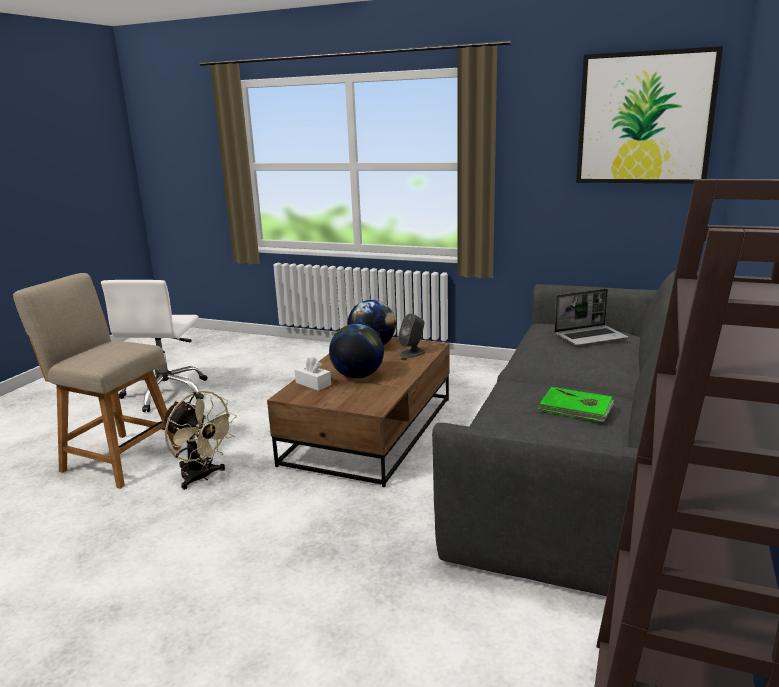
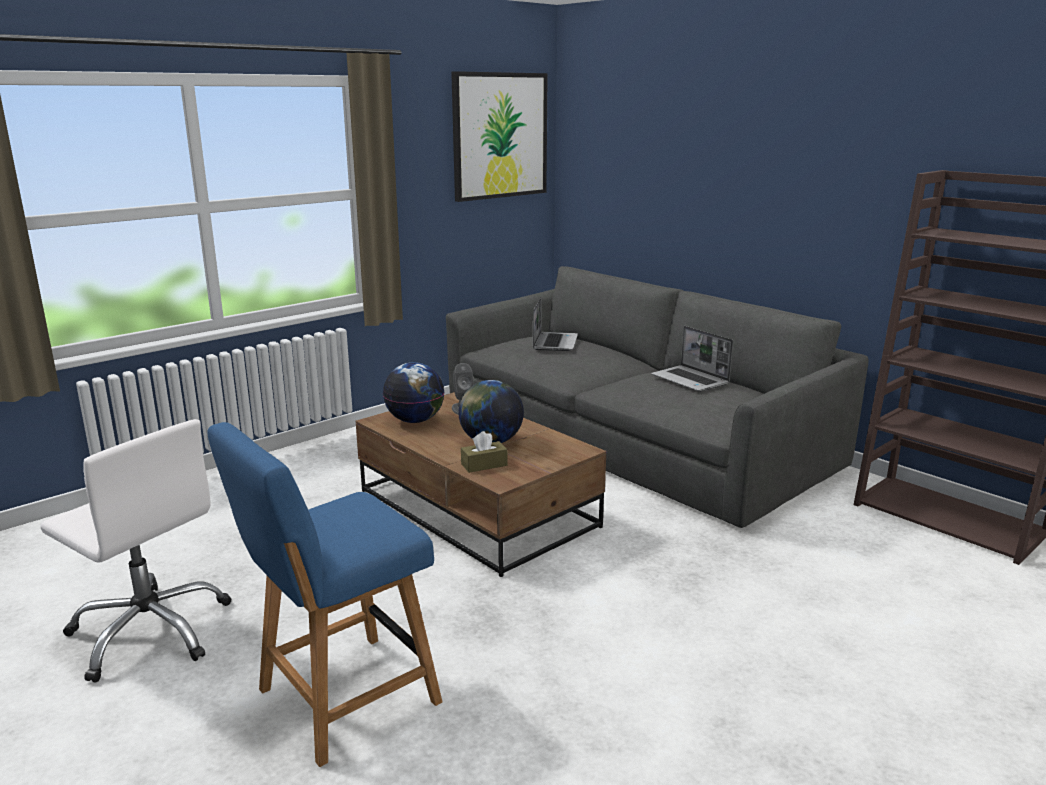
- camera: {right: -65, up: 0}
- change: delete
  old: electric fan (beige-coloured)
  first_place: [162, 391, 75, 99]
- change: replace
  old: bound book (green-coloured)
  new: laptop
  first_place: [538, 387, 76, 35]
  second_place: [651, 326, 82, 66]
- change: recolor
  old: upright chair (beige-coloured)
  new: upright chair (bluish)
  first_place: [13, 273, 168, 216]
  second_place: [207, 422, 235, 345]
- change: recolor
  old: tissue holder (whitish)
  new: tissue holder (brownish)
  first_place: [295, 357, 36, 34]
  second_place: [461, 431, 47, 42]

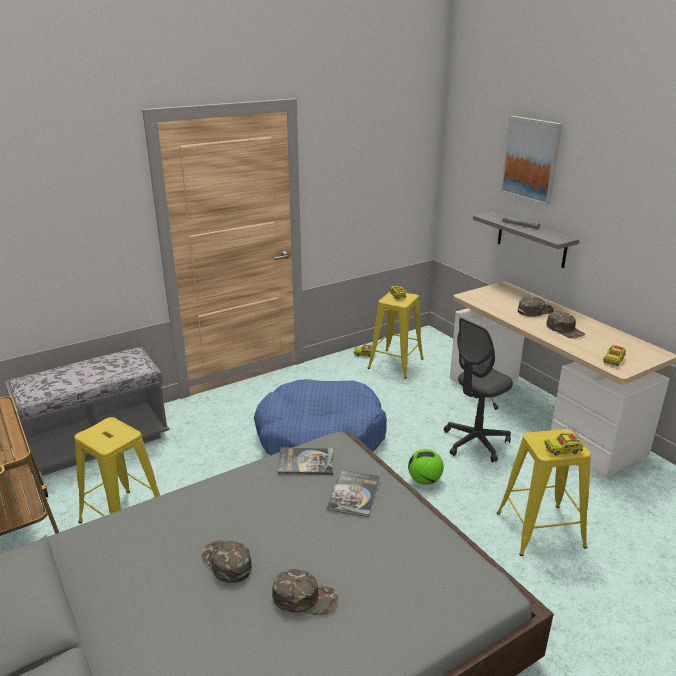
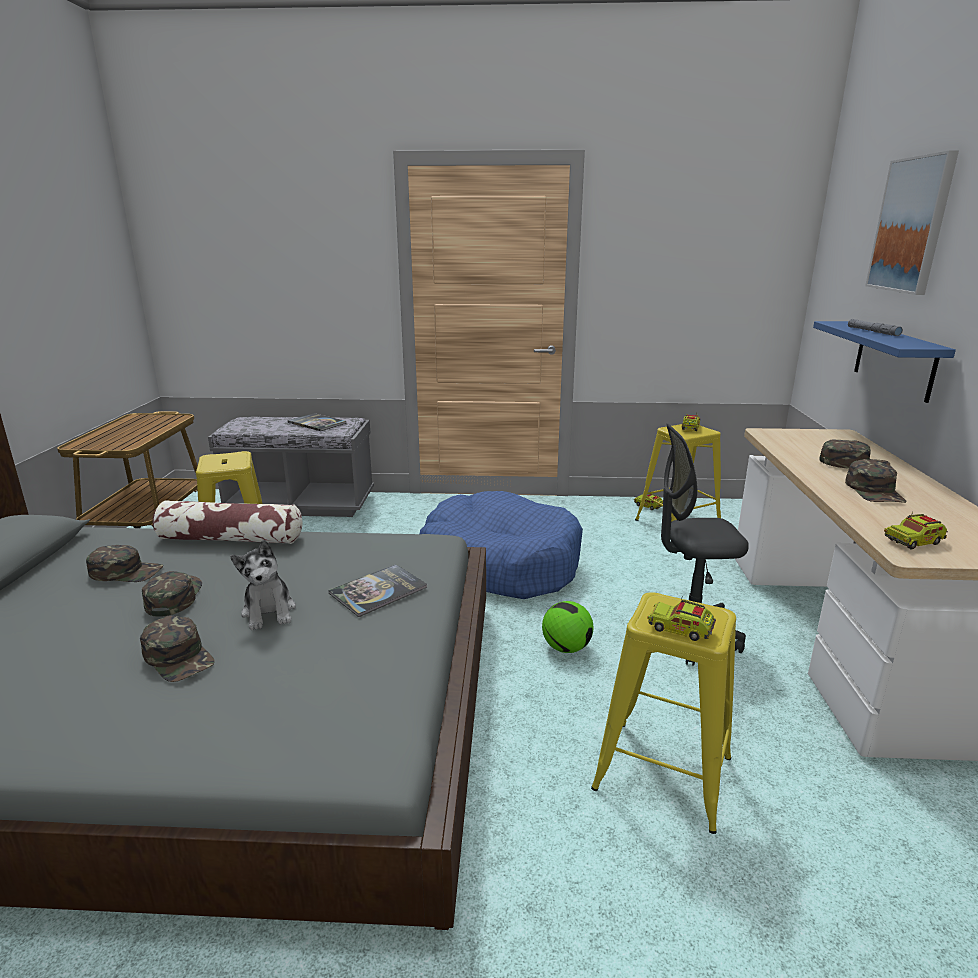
- camera: {right: 35, up: -5}
- change: insert
  new: cap (green-coloured)
  second_place: [86, 545, 77, 37]
- change: insert
  new: throw pillow
  second_place: [153, 500, 150, 44]
- change: insert
  new: cuddly toy
  second_place: [231, 540, 65, 90]
- change: move
  old: bound book
  first_place: [278, 448, 55, 27]
  second_place: [288, 413, 58, 18]
- change: recolor
  old: wall shelf (gray)
  new: wall shelf (bluish)
  first_place: [473, 212, 107, 56]
  second_place: [813, 321, 143, 82]

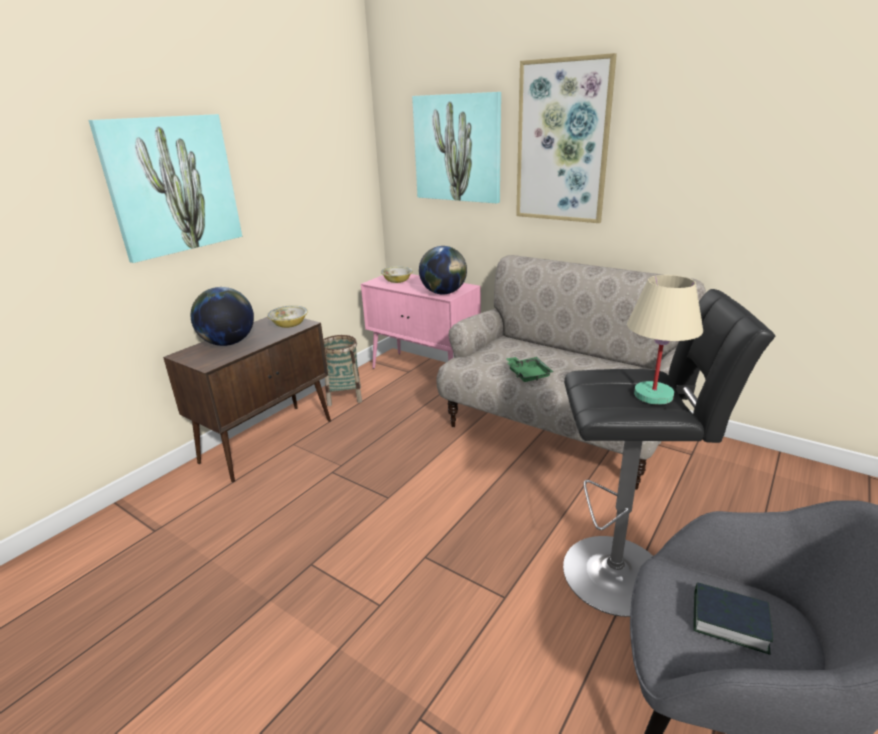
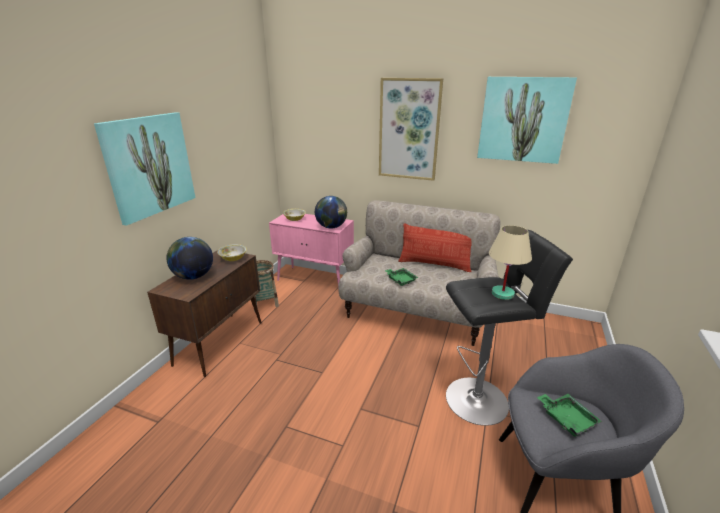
- camera: {right: -15, up: 0}
- change: insert
  new: throw pillow
  second_place: [398, 223, 74, 49]
- change: move
  old: wall art
  first_place: [412, 92, 89, 111]
  second_place: [477, 77, 100, 87]
- change: replace
  old: bound book
  new: carrying tray (green-coloured)
  first_place: [693, 582, 80, 73]
  second_place: [537, 394, 65, 43]

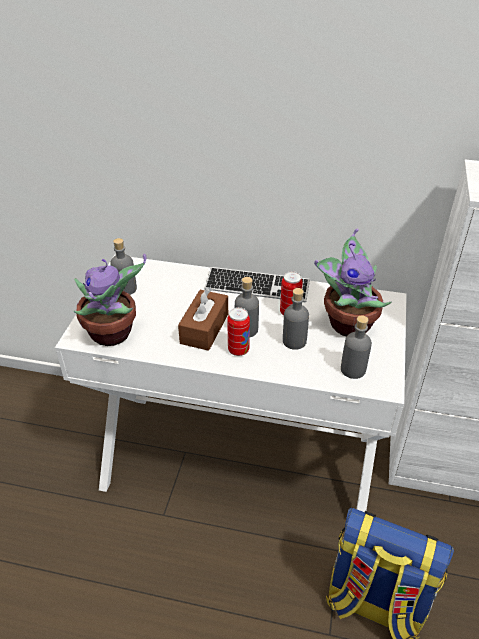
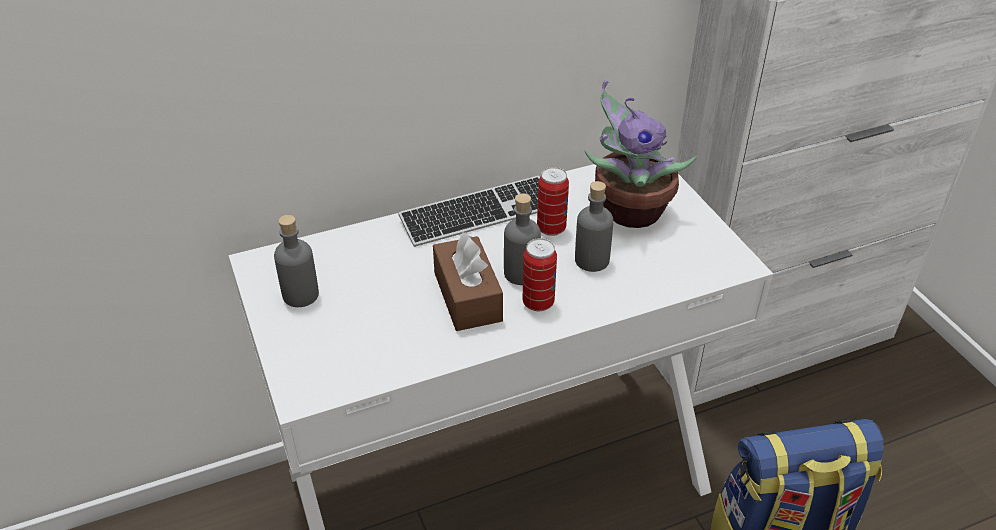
- camera: {right: -35, up: 0}
- change: delete
  old: houseplant
  first_place: [74, 254, 72, 92]
- change: delete
  old: bottle (gray)
  first_place: [341, 315, 31, 64]

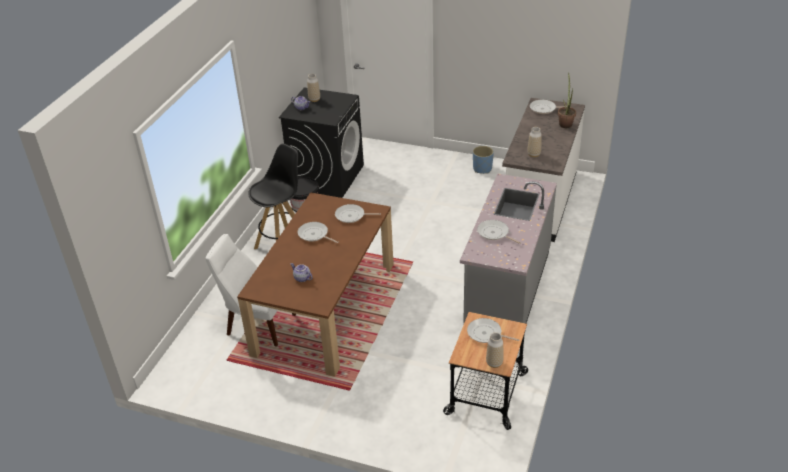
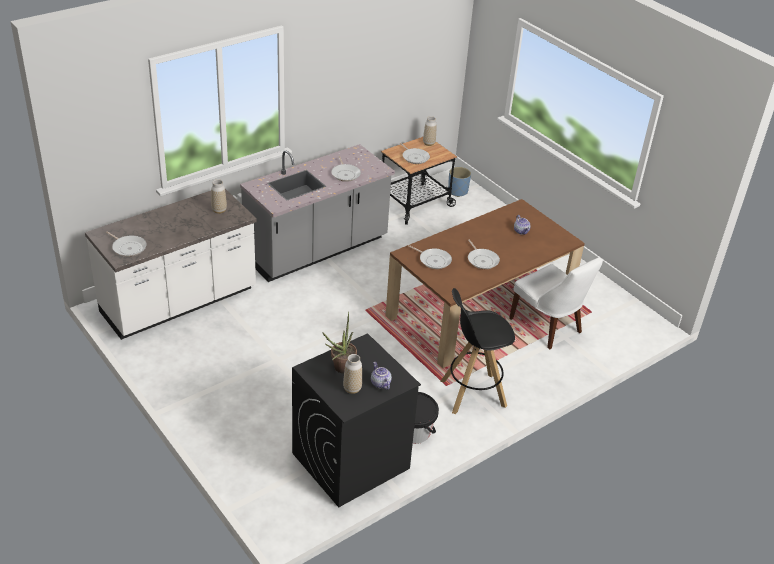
- camera: {right: -150, up: 0}
- change: move
  old: flower pot (bluish)
  first_place: [473, 146, 21, 28]
  second_place: [448, 167, 23, 30]
- change: move
  old: houseplant
  first_place: [558, 72, 18, 56]
  second_place: [323, 312, 34, 61]

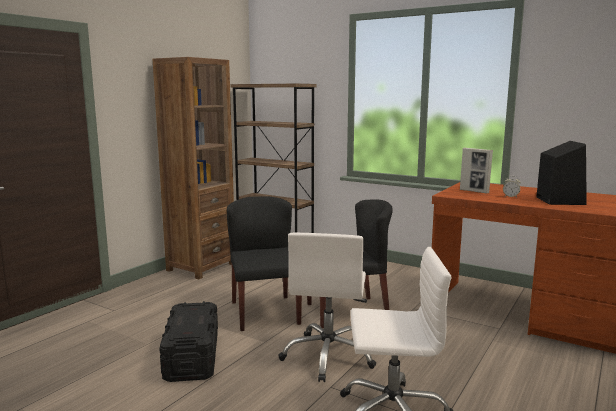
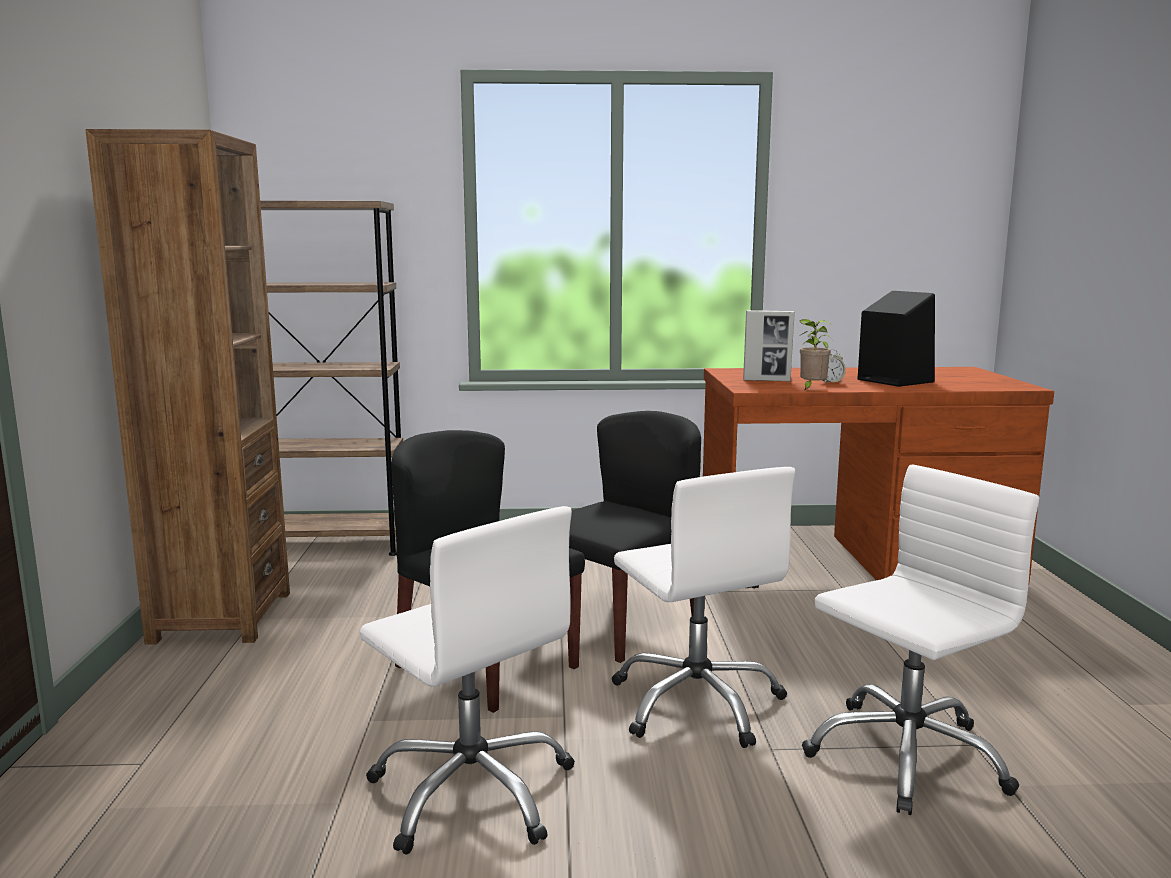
- camera: {right: -35, up: 0}
- change: insert
  new: houseplant
  second_place: [800, 319, 31, 72]
- change: replace
  old: storage box (black-coloured)
  new: desk chair (whitish)
  first_place: [159, 301, 59, 81]
  second_place: [360, 506, 215, 348]

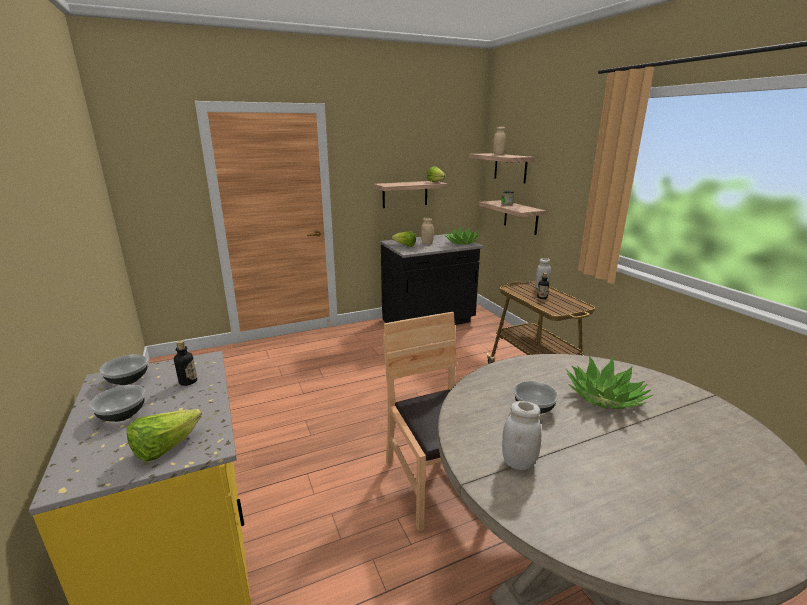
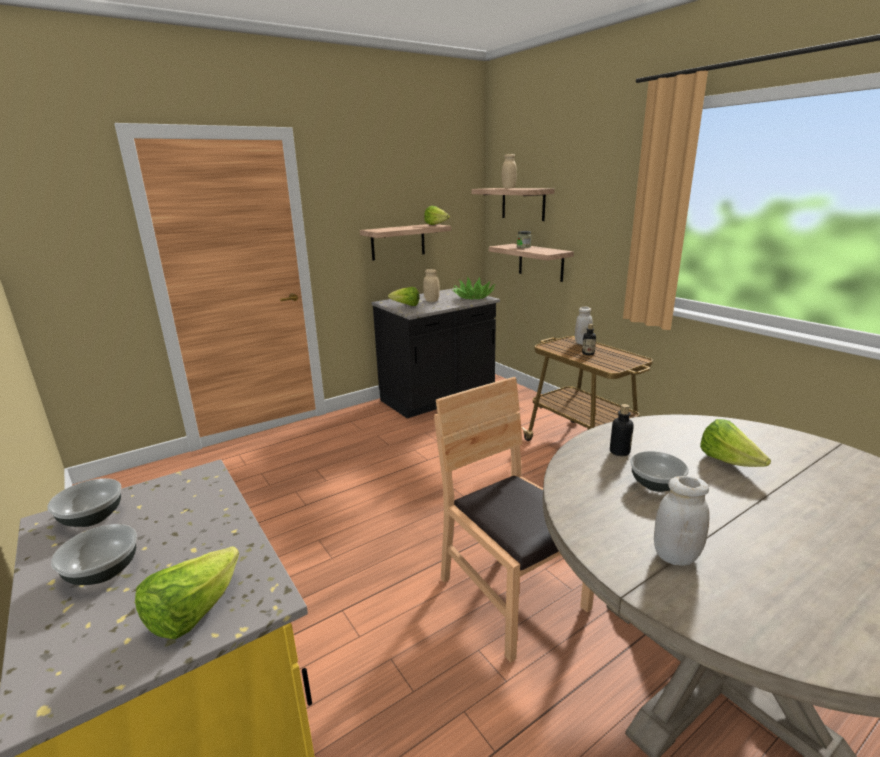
- camera: {right: -10, up: 0}
- change: move
  old: bottle
  first_place: [174, 340, 23, 46]
  second_place: [610, 404, 24, 52]
- change: replace
  old: houseplant
  new: lettuce head
  first_place: [566, 356, 87, 53]
  second_place: [700, 419, 71, 48]

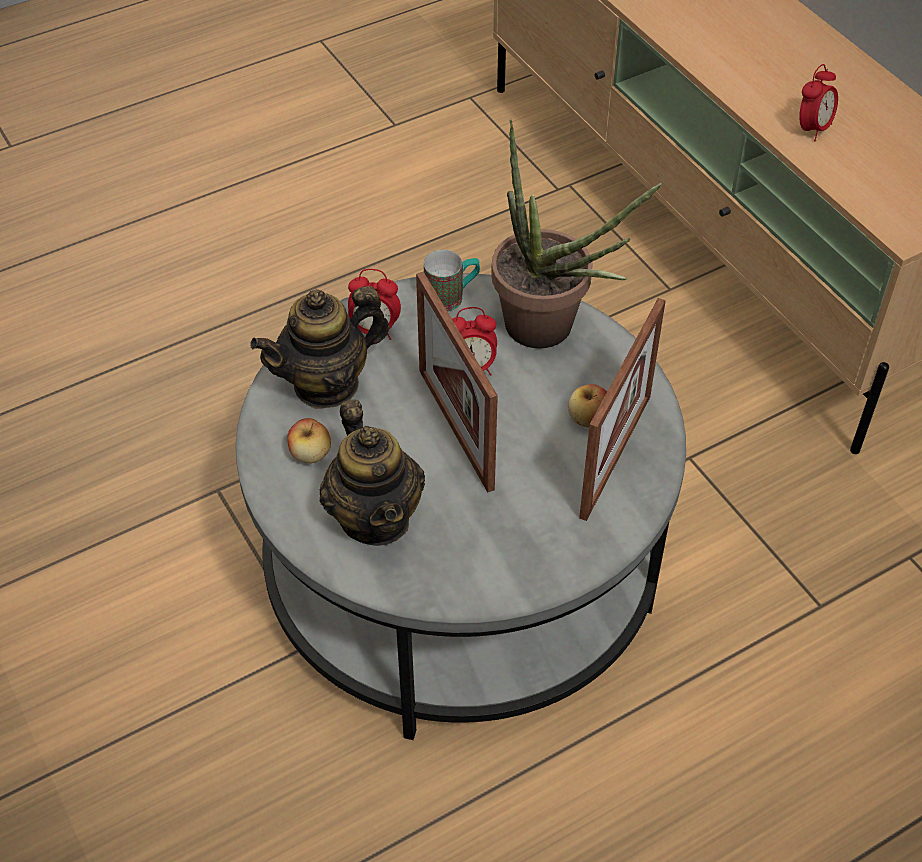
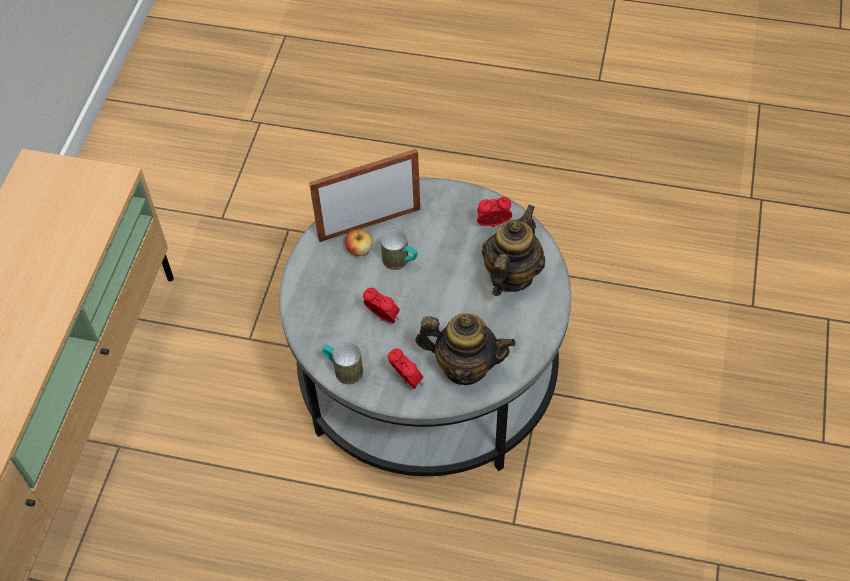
- camera: {right: -135, up: 5}
- change: delete
  old: whole apple
  first_place: [287, 418, 44, 45]
- change: delete
  old: photo frame
  first_place: [416, 272, 82, 221]
- change: delete
  old: houseplant
  first_place: [491, 119, 171, 230]
- change: insert
  new: tea mug
  second_place: [381, 229, 37, 41]
- change: move
  old: bedside clock
  first_place: [799, 64, 39, 78]
  second_place: [477, 197, 35, 30]

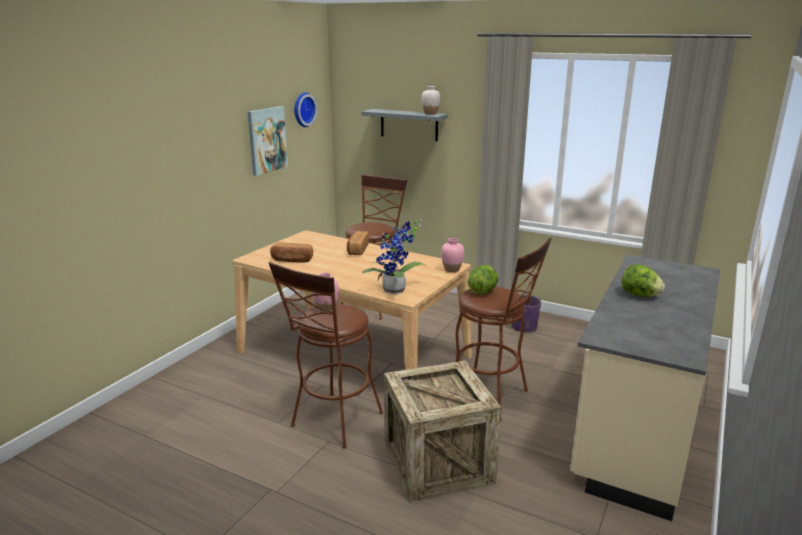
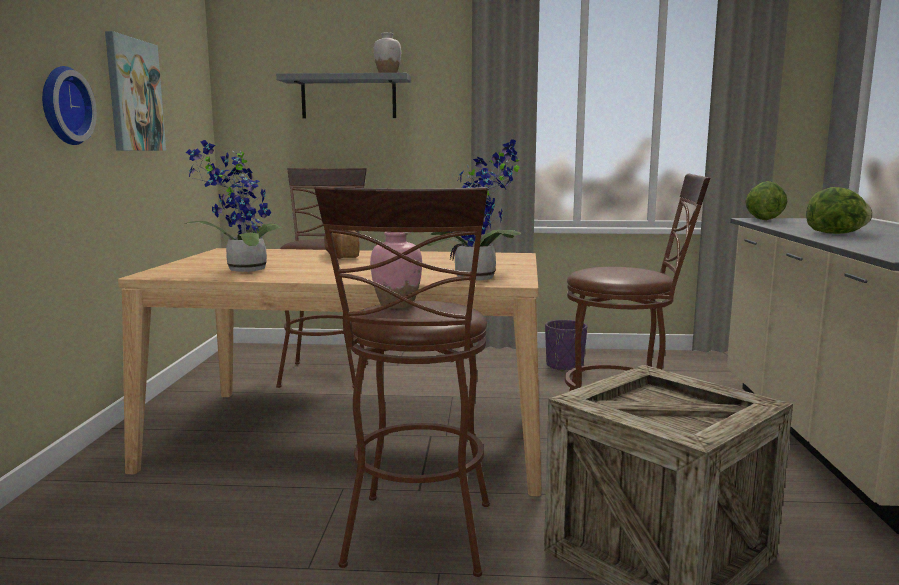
- camera: {right: -25, up: -10}
- change: delete
  old: flower vase (pinkish)
  first_place: [441, 238, 23, 35]
- change: move
  old: wall clock
  first_place: [294, 92, 23, 35]
  second_place: [42, 66, 55, 79]
- change: move
  old: lettuce head
  first_place: [468, 265, 31, 29]
  second_place: [745, 181, 43, 39]
- change: replace
  old: bread
  new: houseplant
  first_place: [270, 242, 43, 21]
  second_place: [185, 140, 98, 132]

